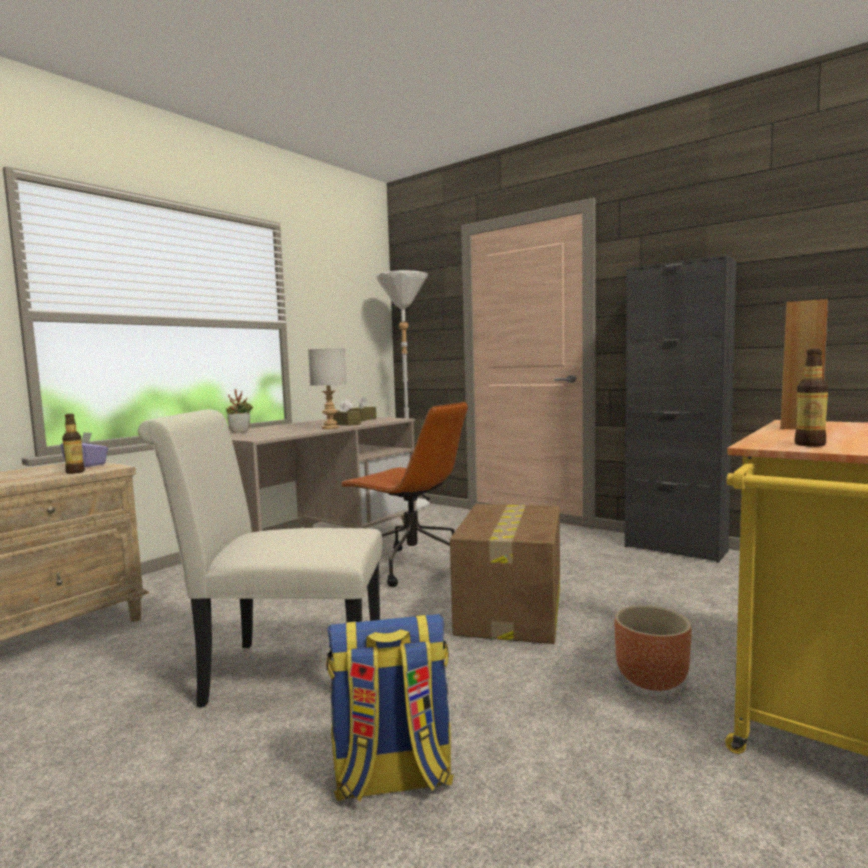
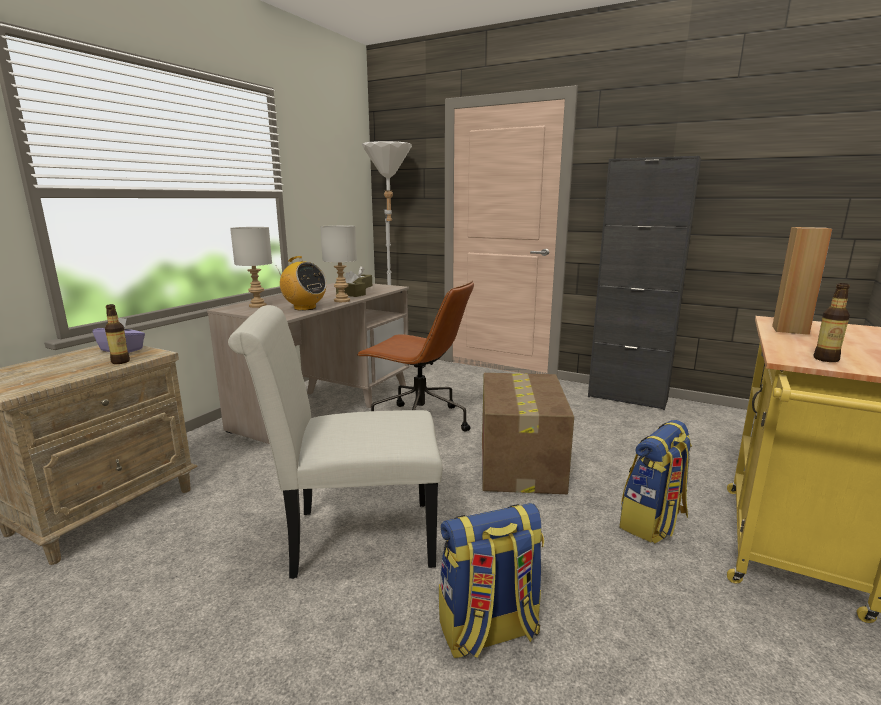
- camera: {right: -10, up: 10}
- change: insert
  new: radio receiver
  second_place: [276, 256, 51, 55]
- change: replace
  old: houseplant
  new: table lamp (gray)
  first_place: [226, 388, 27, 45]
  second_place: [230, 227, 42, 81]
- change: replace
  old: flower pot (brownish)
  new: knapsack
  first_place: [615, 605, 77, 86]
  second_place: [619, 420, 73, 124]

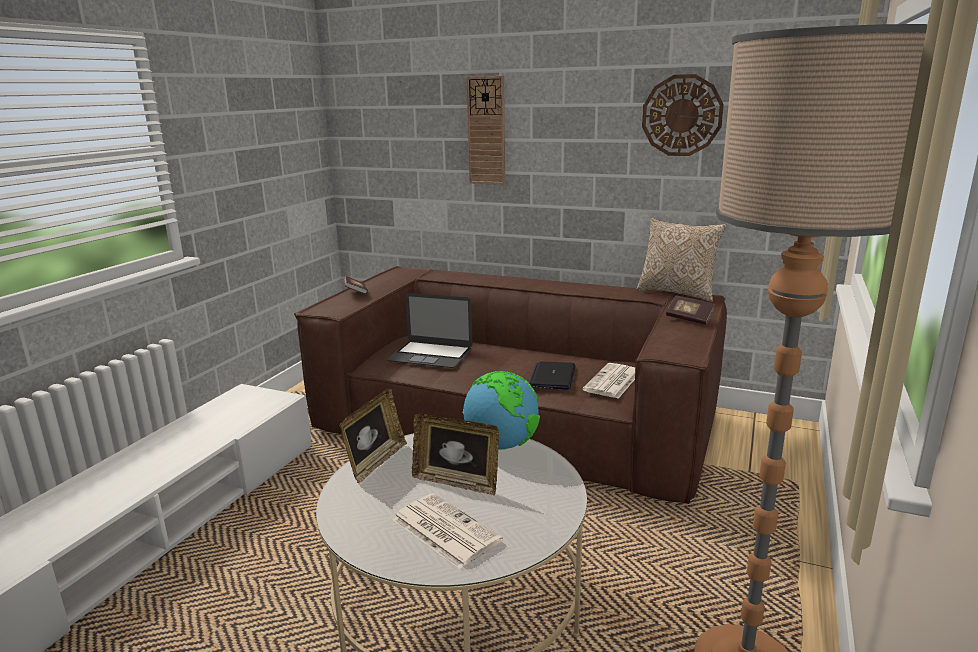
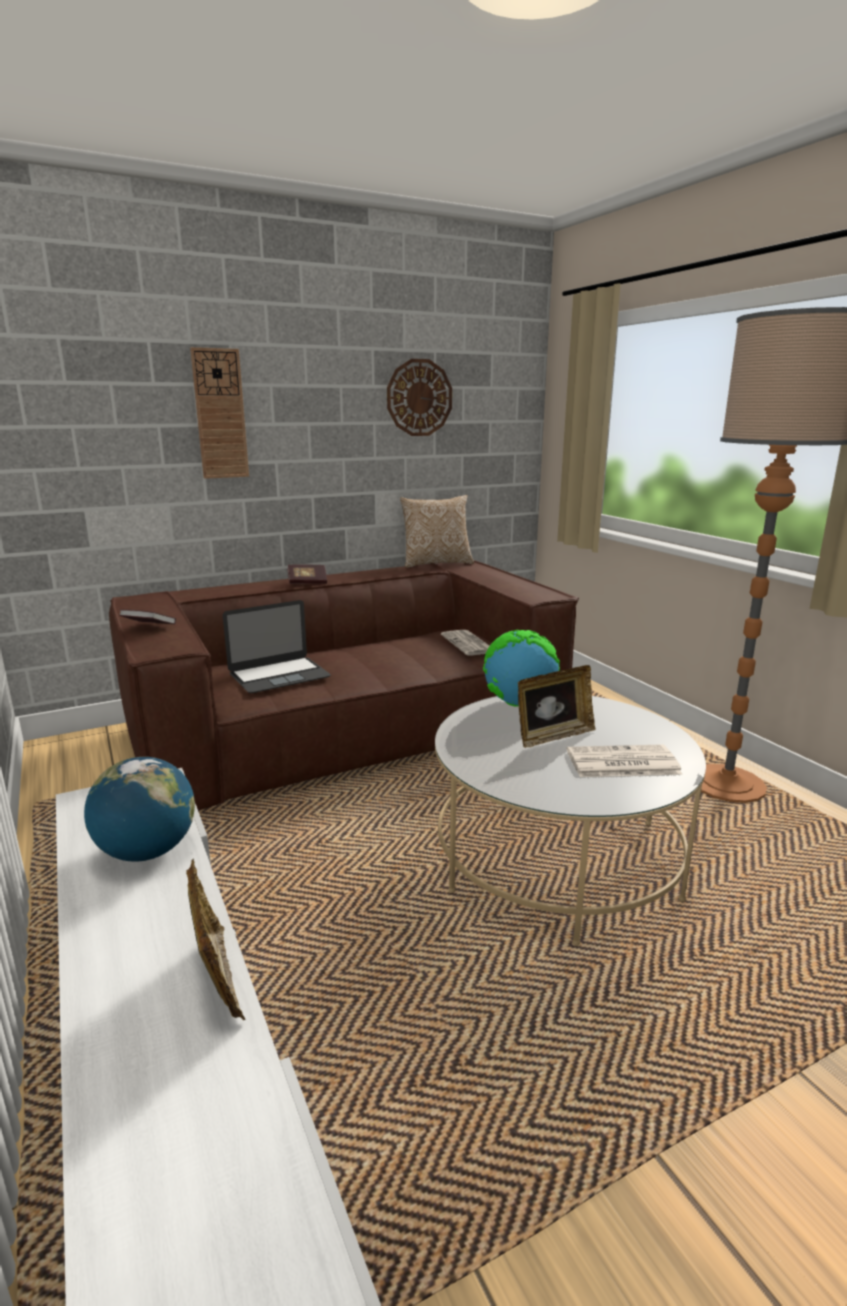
- camera: {right: -50, up: 0}
- change: delete
  old: laptop
  first_place: [529, 362, 46, 27]
- change: insert
  new: globe
  second_place: [84, 757, 111, 105]
- change: move
  old: photo frame
  first_place: [340, 388, 67, 95]
  second_place: [186, 859, 60, 161]
- change: move
  old: bound book
  first_place: [666, 296, 49, 29]
  second_place: [287, 565, 40, 19]

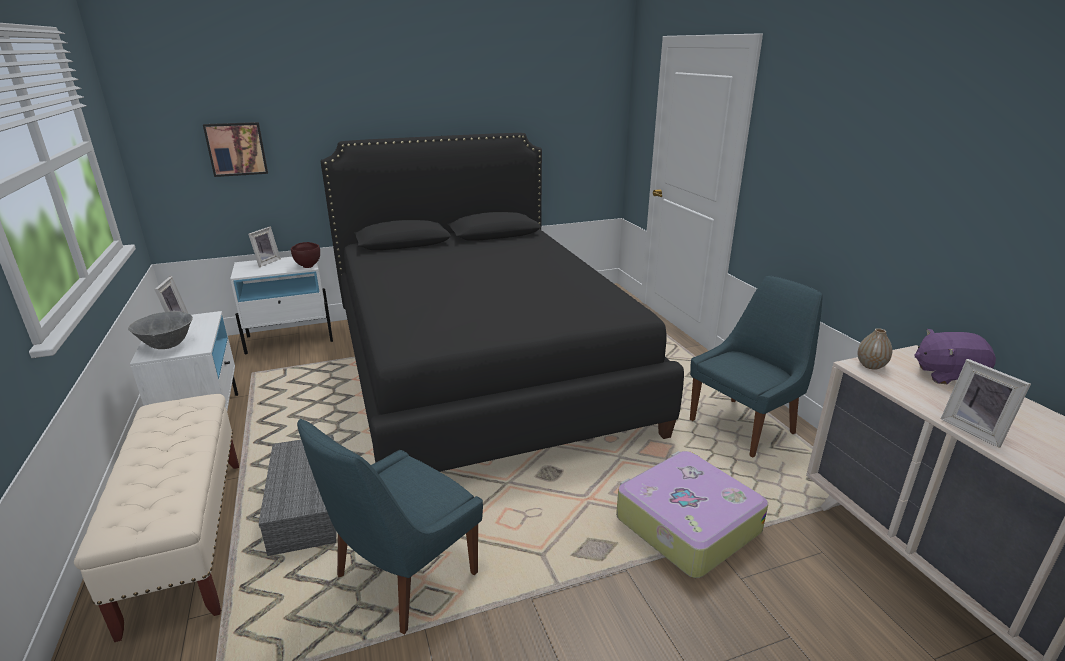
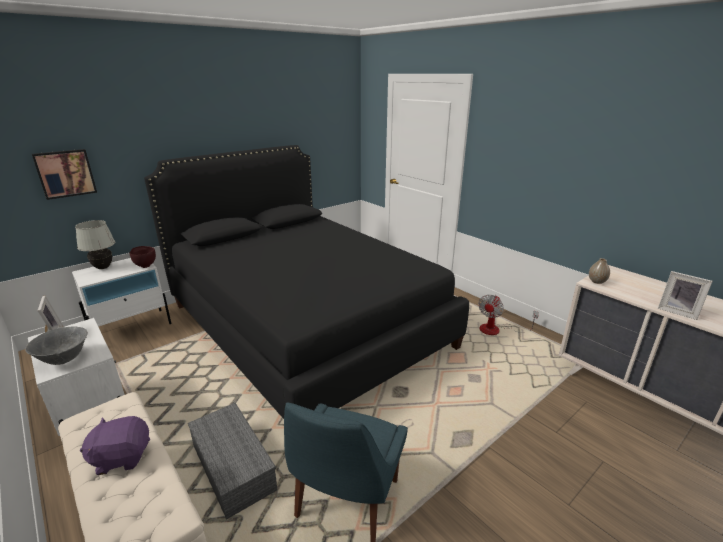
- camera: {right: -20, up: 0}
- change: delete
  old: travel case
  first_place: [616, 451, 152, 127]
- change: move
  old: cuddly toy (purple)
  first_place: [914, 329, 82, 55]
  second_place: [80, 416, 70, 59]
- change: replace
  old: photo frame
  new: table lamp (whitish)
  first_place: [248, 226, 33, 41]
  second_place: [75, 220, 40, 49]
- change: replace
  old: upright chair (bluish)
  new: electric fan
  first_place: [690, 275, 133, 182]
  second_place: [478, 295, 61, 40]

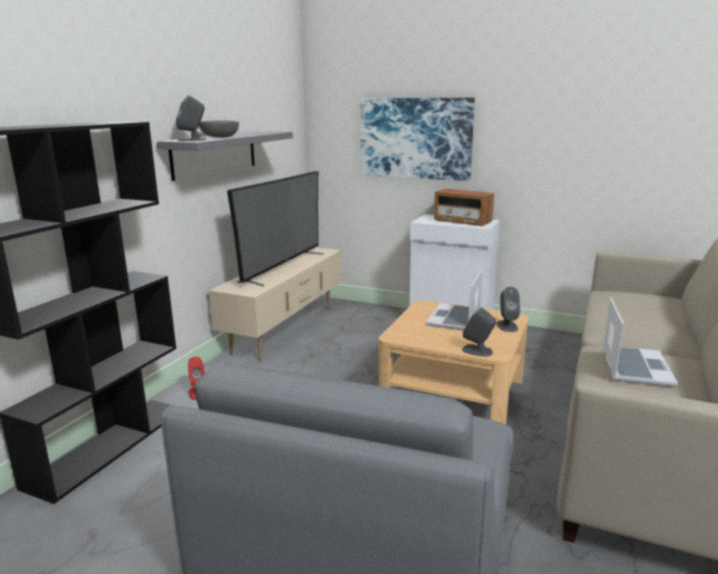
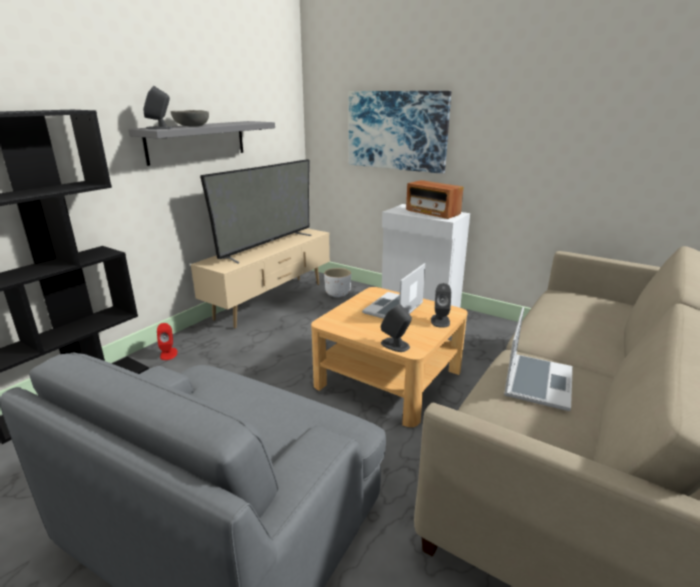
- camera: {right: 10, up: 5}
- change: insert
  new: flower pot (whitish)
  second_place: [324, 268, 27, 29]

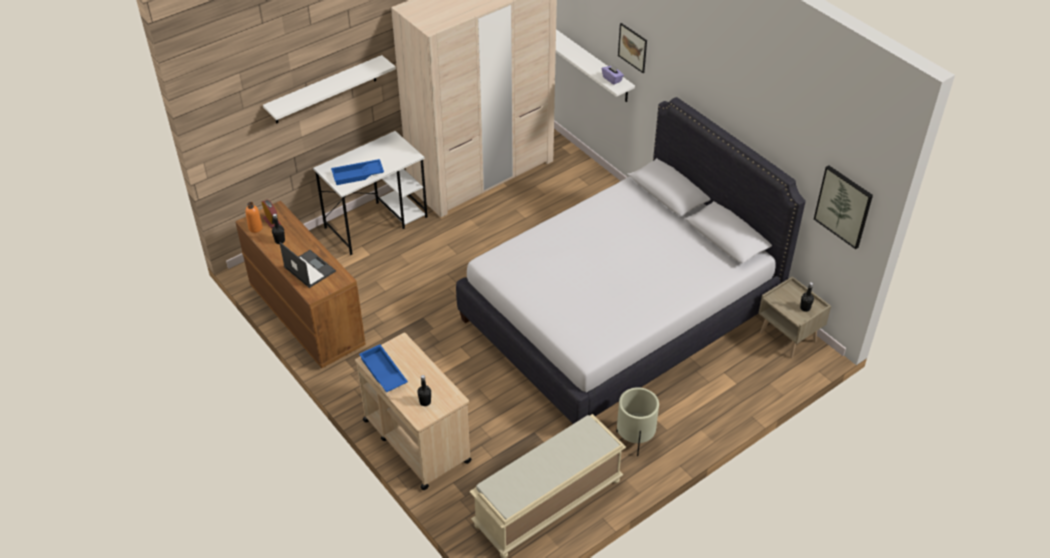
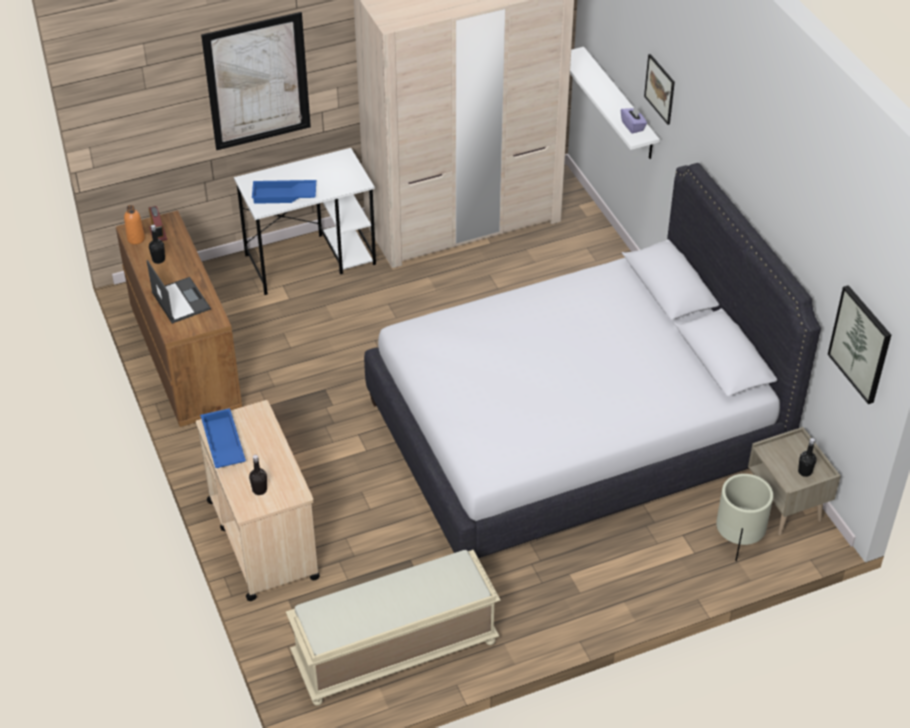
- camera: {right: 15, up: 0}
- change: move
  old: flower pot (beige-coloured)
  first_place: [616, 387, 43, 69]
  second_place: [716, 474, 57, 87]
- change: replace
  old: wall shelf (whitish)
  new: wall art
  first_place: [263, 55, 133, 69]
  second_place: [201, 12, 110, 138]

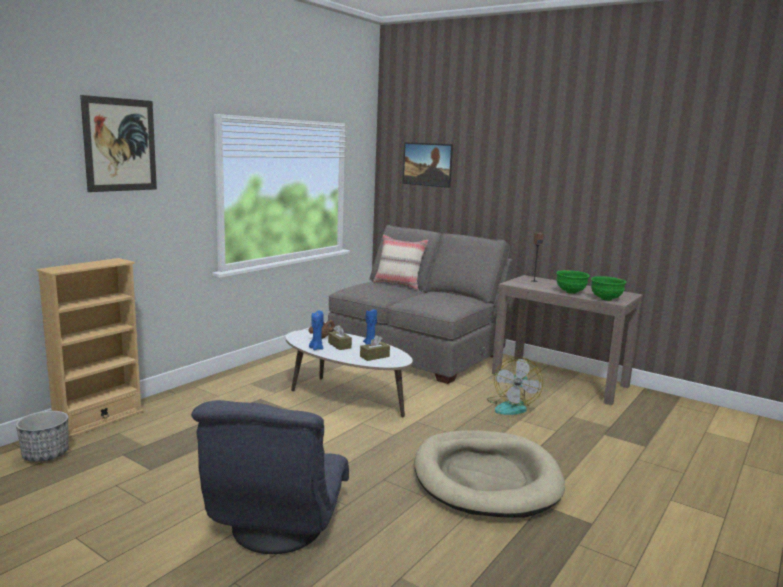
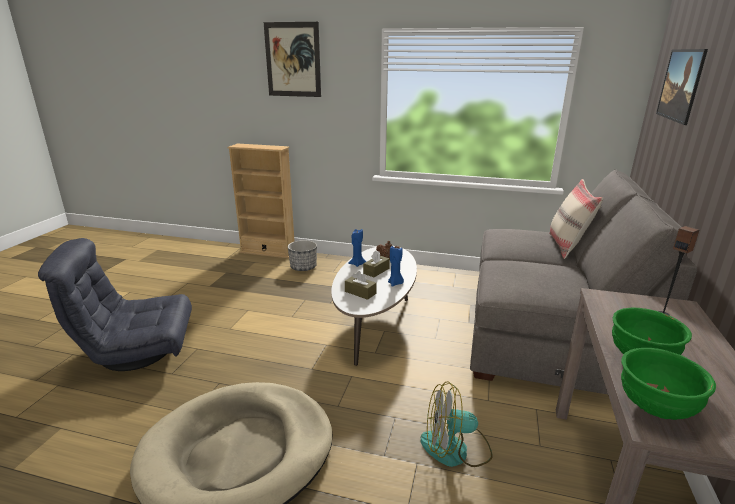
- camera: {right: 70, up: 10}
- change: move
  old: flower pot
  first_place: [16, 411, 53, 51]
  second_place: [288, 240, 29, 31]

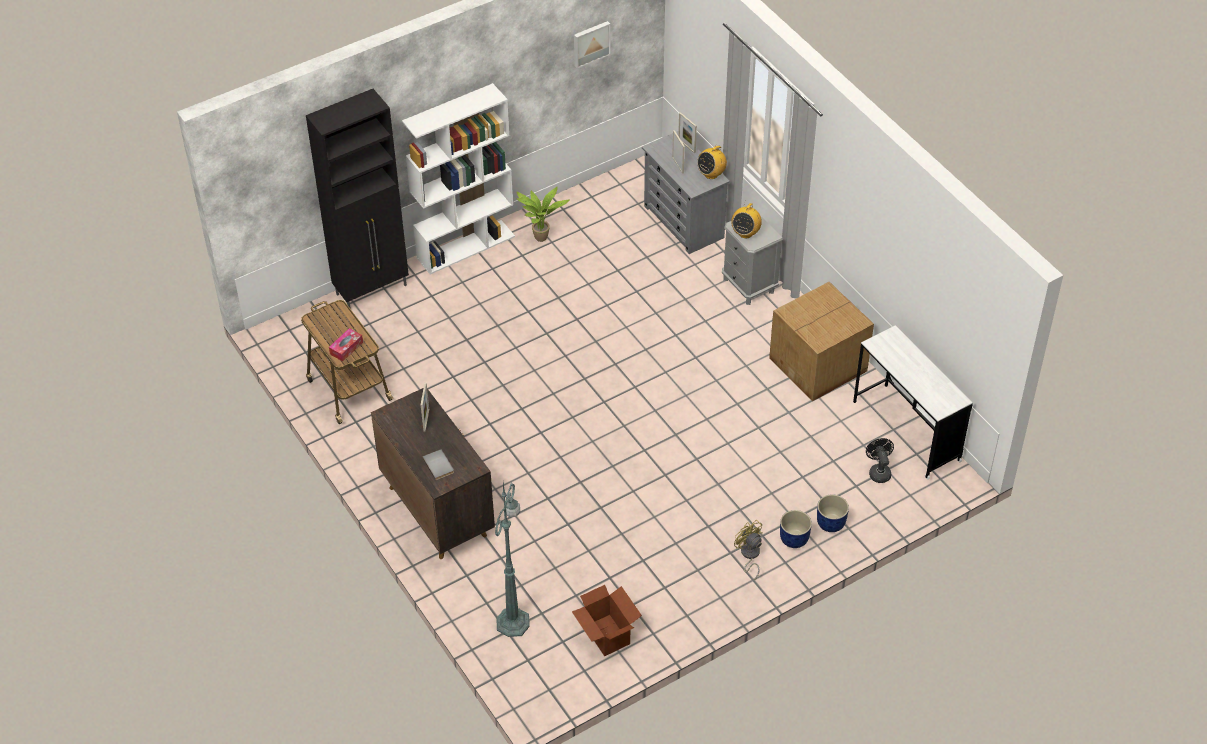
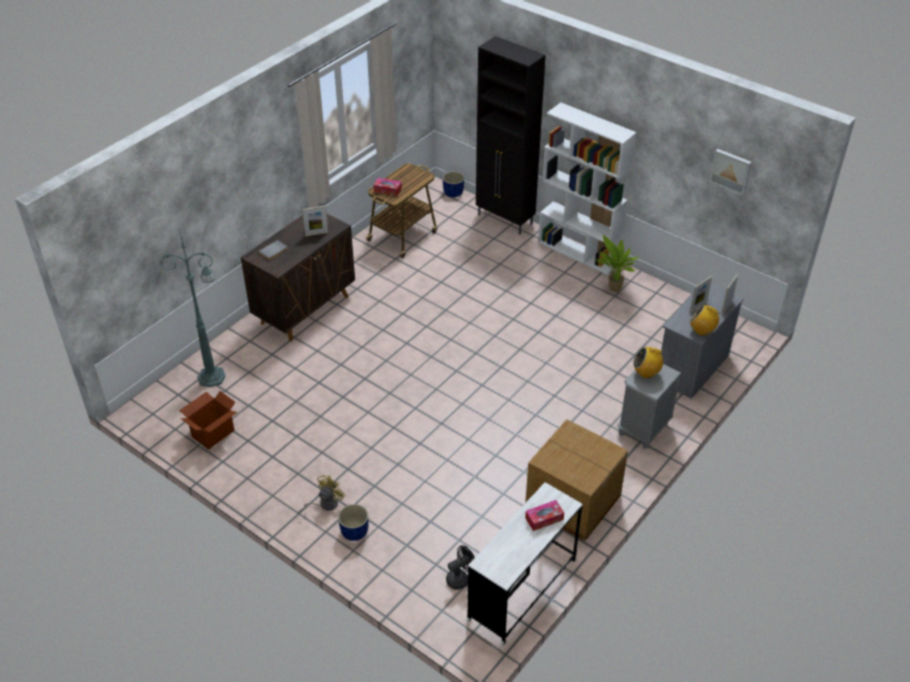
- camera: {right: 70, up: -5}
- change: insert
  new: tissue holder
  second_place: [525, 500, 39, 31]
- change: move
  old: flower pot (bluish)
  first_place: [817, 494, 32, 38]
  second_place: [443, 171, 21, 26]

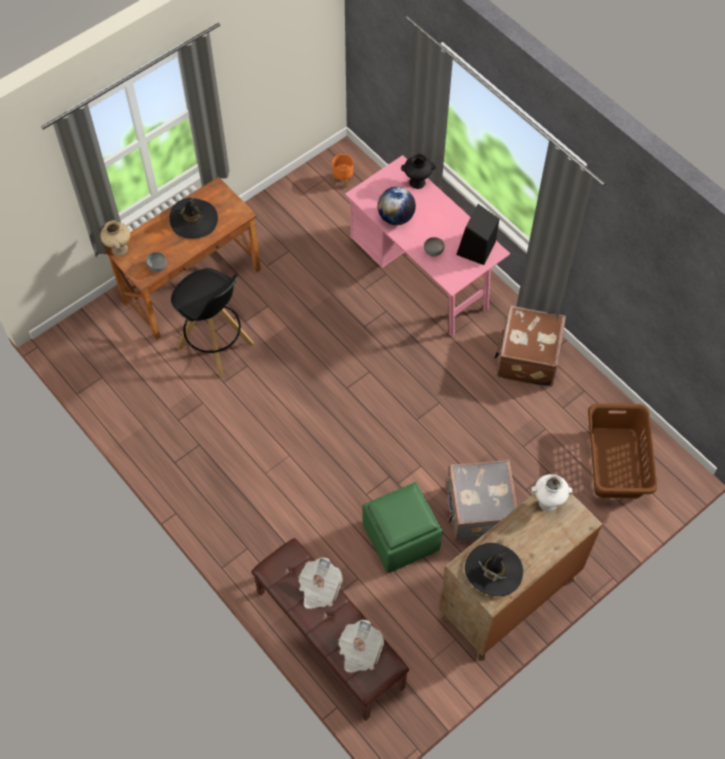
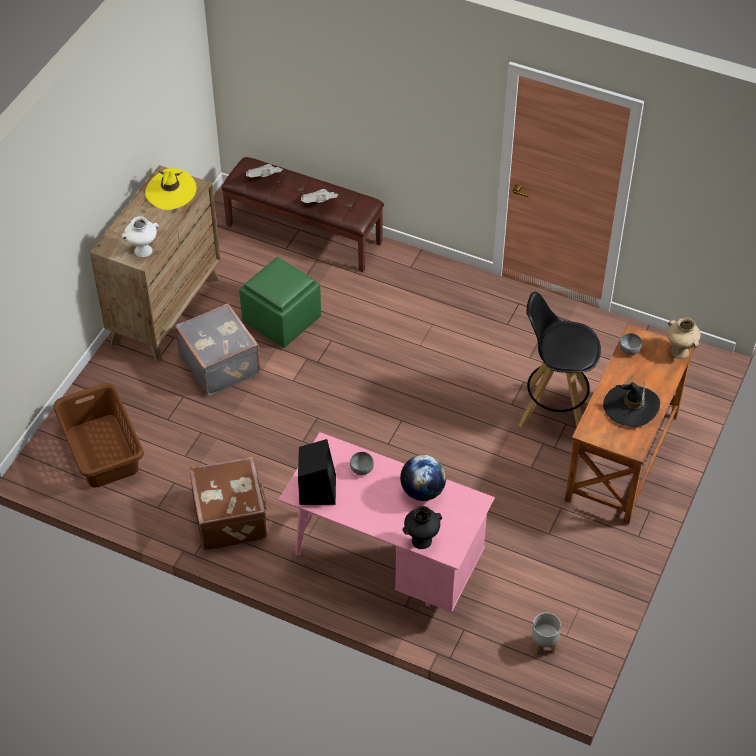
- camera: {right: 155, up: -10}
- change: recolor
  old: flower pot (orangey)
  new: flower pot (gray)
  first_place: [332, 154, 21, 34]
  second_place: [532, 613, 29, 41]
- change: recolor
  old: hat (black-coloured)
  new: hat (yellow-coloured)
  first_place: [465, 543, 58, 53]
  second_place: [145, 168, 51, 42]

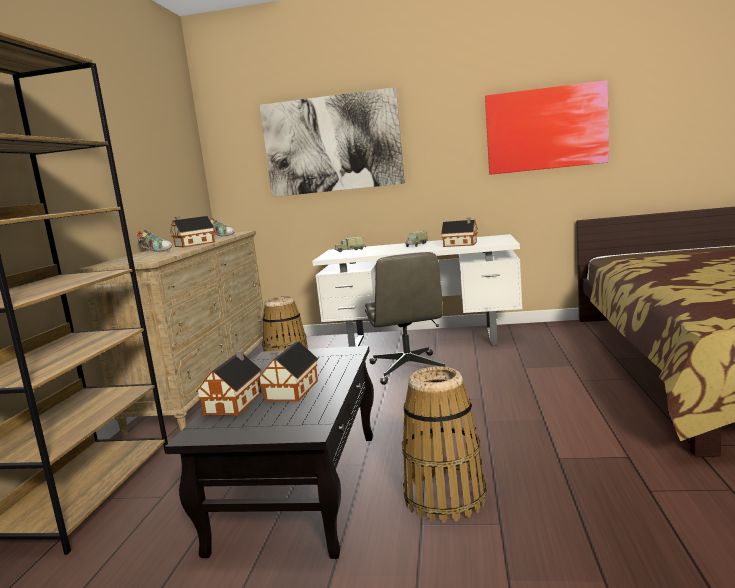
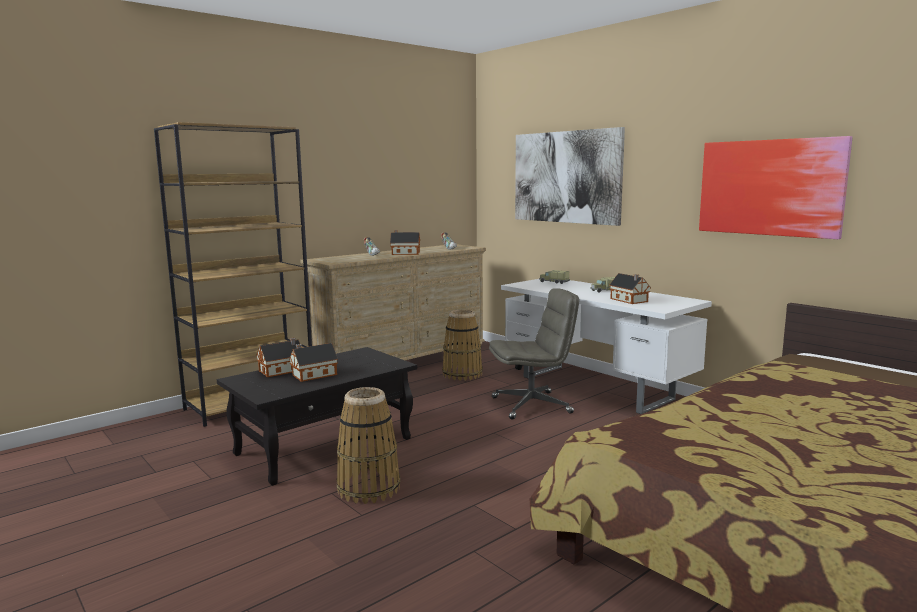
- camera: {right: 40, up: 0}
- change: rotate
  old: desk chair (gray)
  first_place: [365, 252, 80, 133]
  second_place: [489, 288, 90, 132]
  degrees: -135

